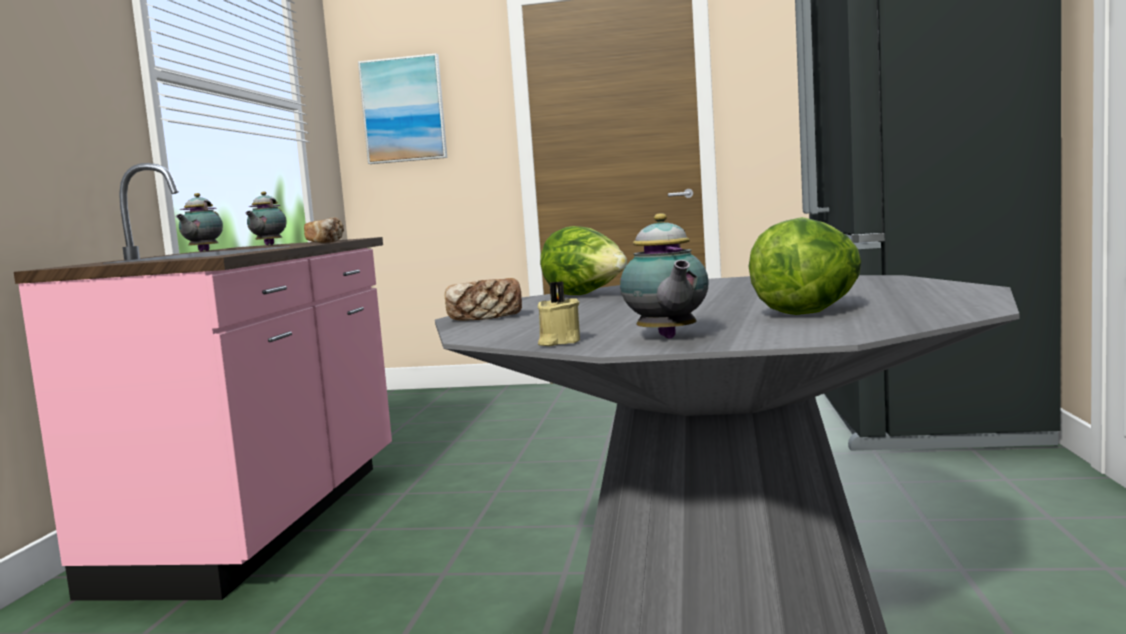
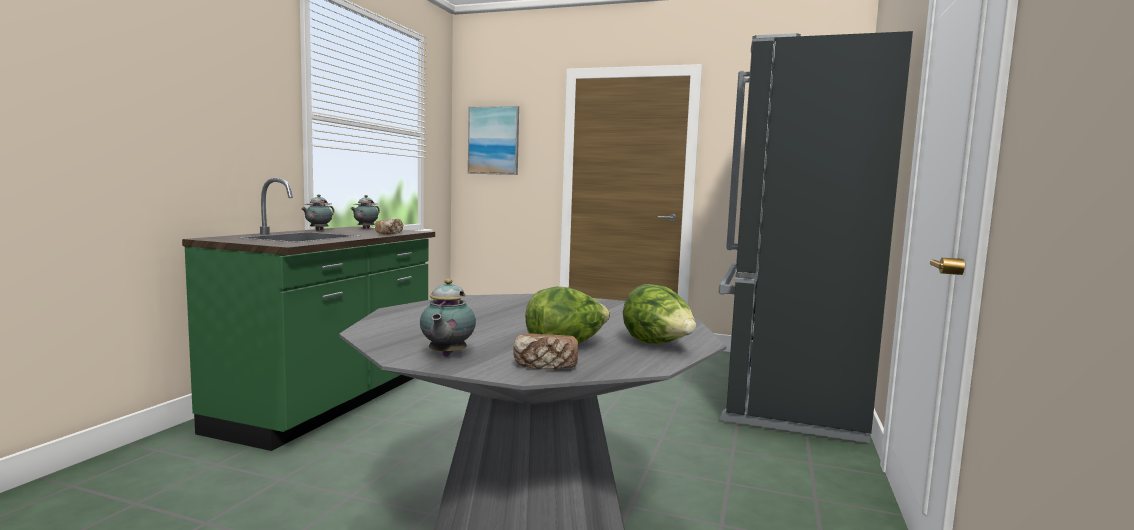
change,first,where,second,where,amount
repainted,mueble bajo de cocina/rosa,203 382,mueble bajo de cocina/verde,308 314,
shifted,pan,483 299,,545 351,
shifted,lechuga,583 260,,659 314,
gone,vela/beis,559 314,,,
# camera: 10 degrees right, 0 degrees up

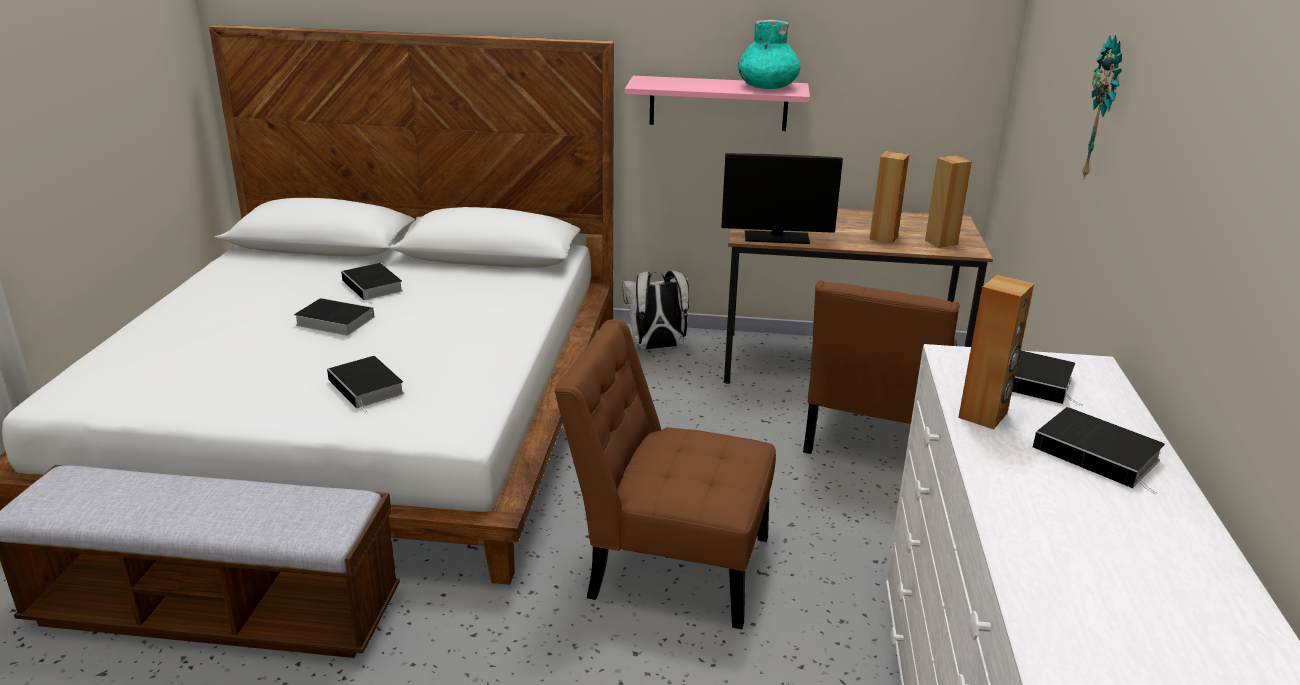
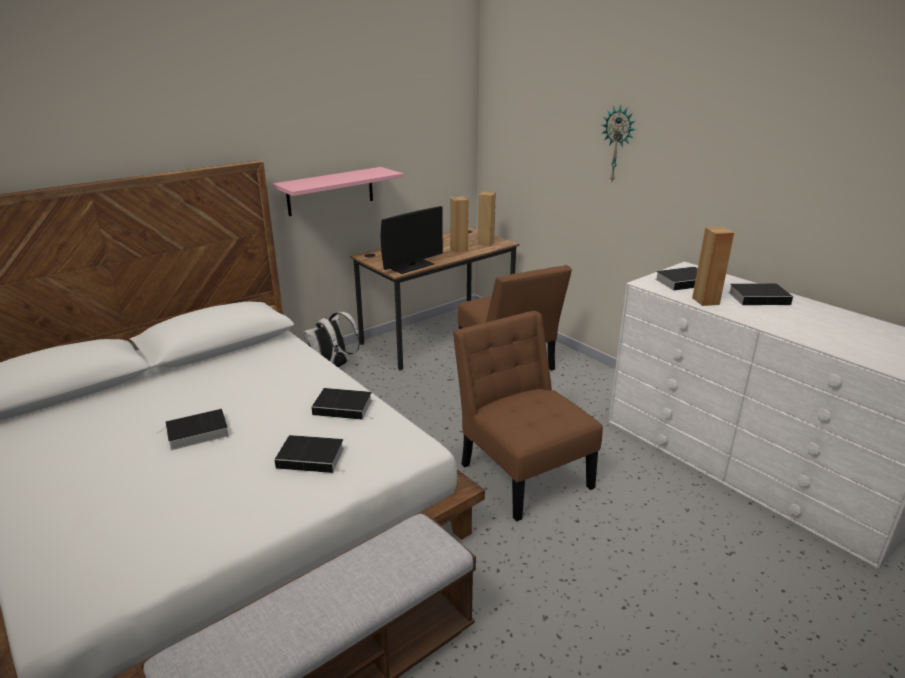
change,first,where,second,where,amount
shifted,libro,372 282,,341 404,
rotated,silla/marrón,665 474,,528 416,90 degrees clockwise
gone,florero/turquesa,769 54,,,
# camera: 45 degrees left, 0 degrees up

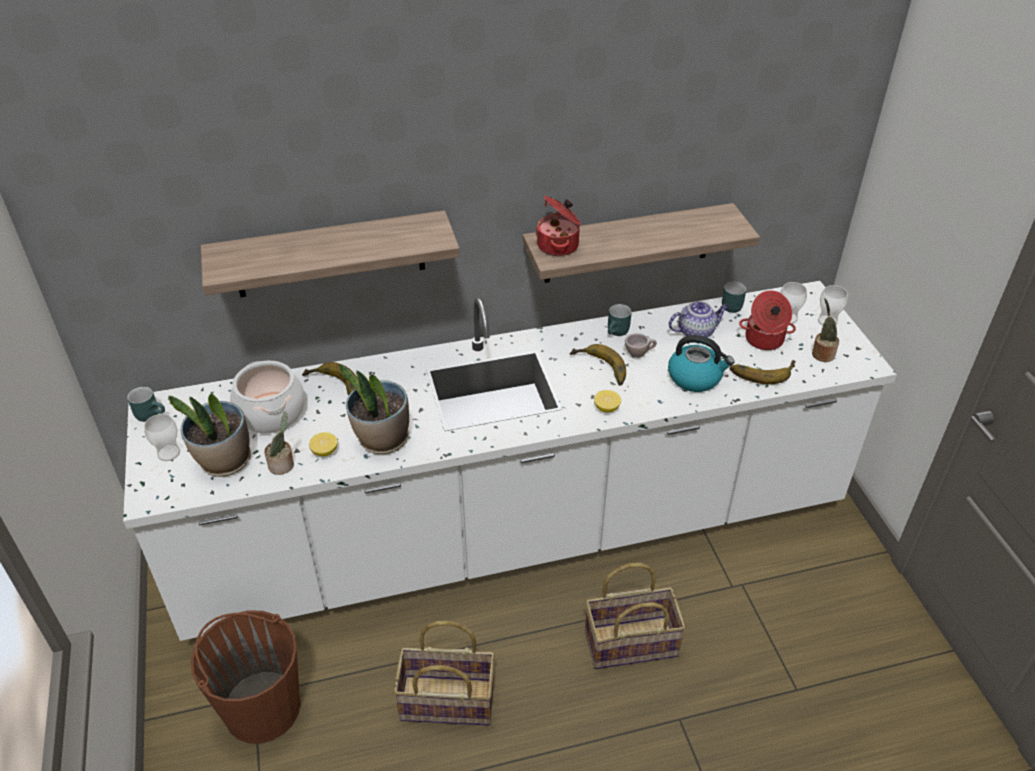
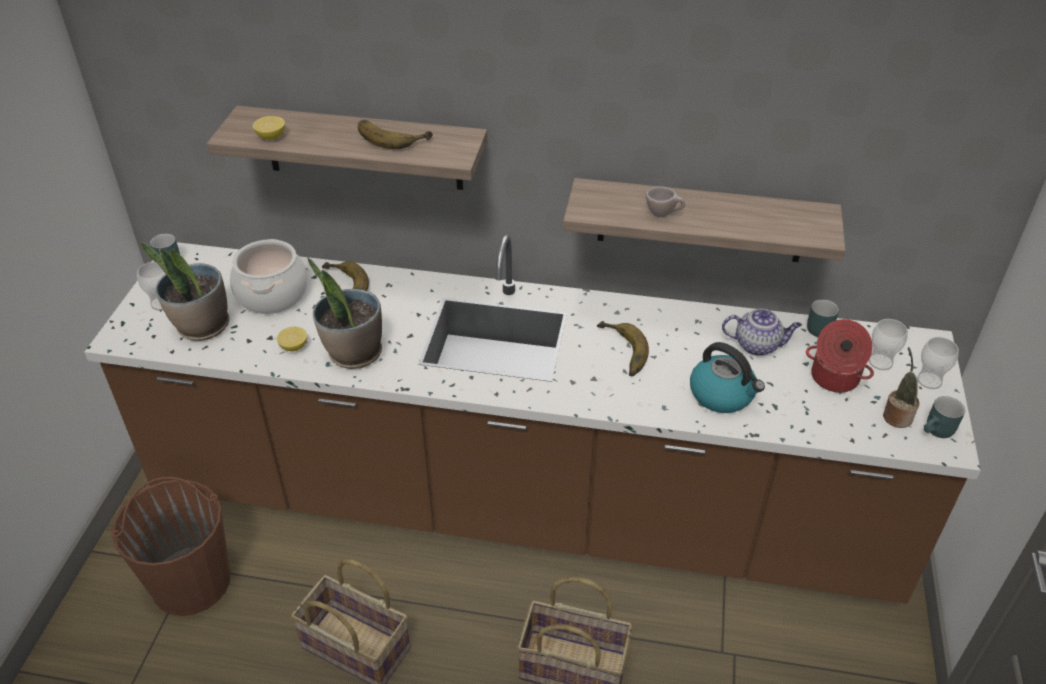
change,first,where,second,where,amount
repainted,mueble bajo de cocina/blanco,510 461,mueble bajo de cocina/marrón,532 419,
shifted,limón,607 401,,269 128,
shifted,plátano,763 372,,395 134,
shifted,taza/beis,641 345,,665 202,
shifted,taza grande/turquesa,620 320,,944 417,
gone,planta en maceta,279 443,,,
gone,olla,558 226,,,
# camera: 25 degrees right, 0 degrees up

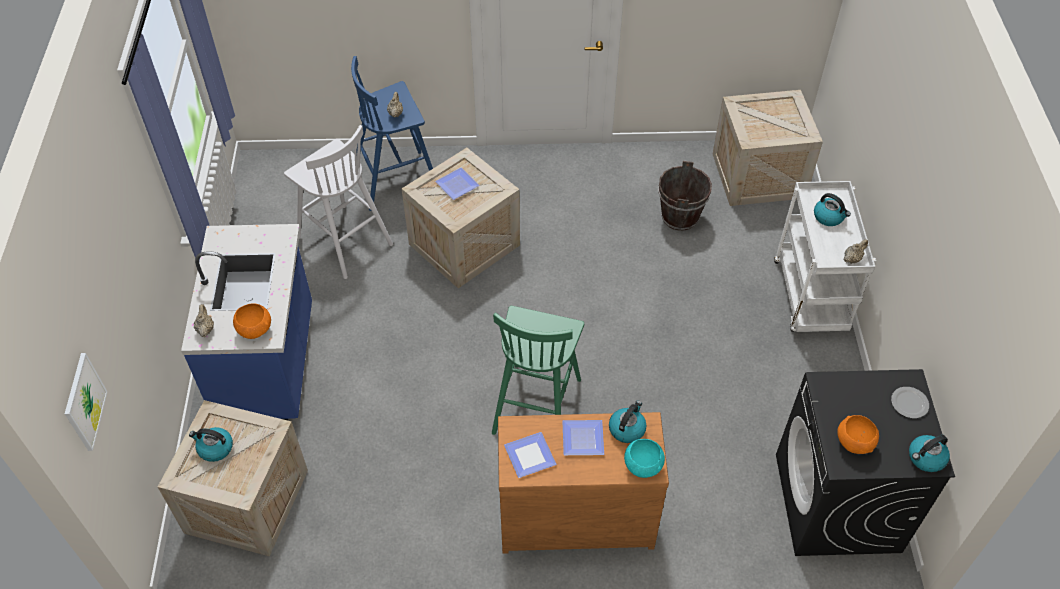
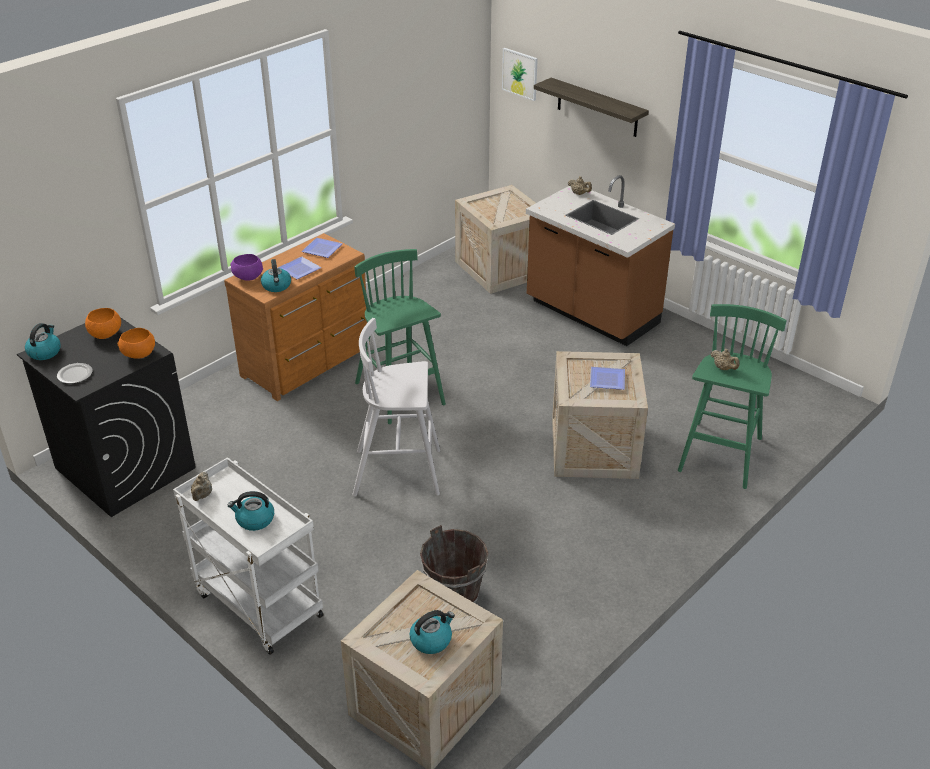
change,first,where,second,where,amount
shifted,cuenco/naranja,252 321,,136 343,
repainted,cuenco/turquesa,644 458,cuenco/morado,247 267,
shifted,taburete/blanco,338 202,,396 407,
shifted,hervidor,211 444,,432 632,
repainted,mueble bajo de cocina/azul,246 322,mueble bajo de cocina/marrón,600 260,
new,,,estante,591 107,
repainted,taburete/azul,392 133,taburete/verde,732 396,
# camera: 135 degrees right, 15 degrees down

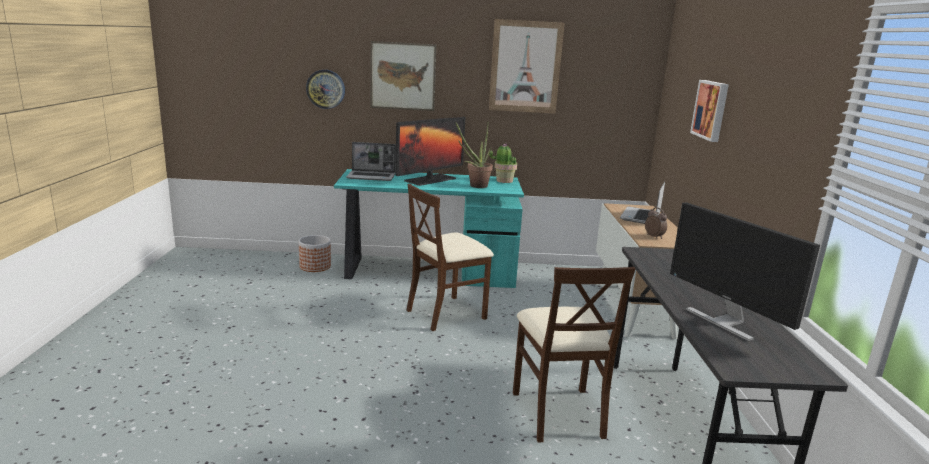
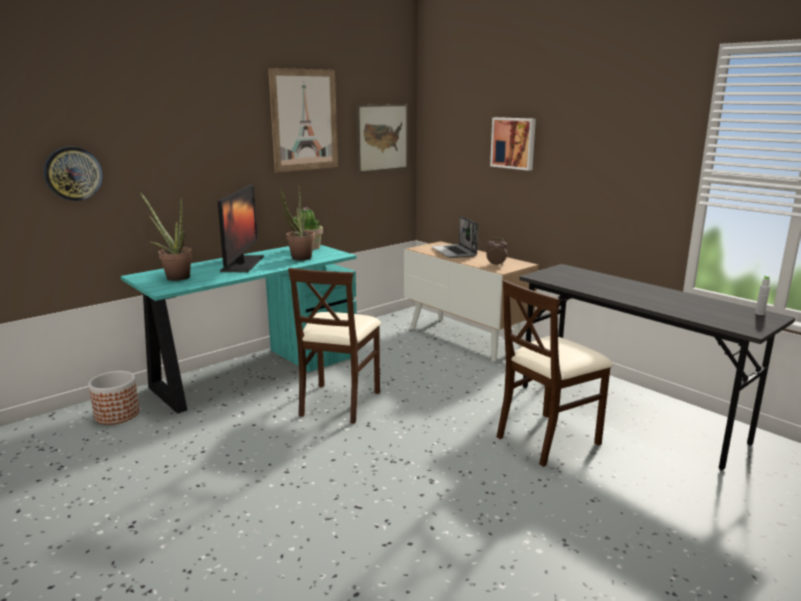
change,first,where,second,where,amount
swapped,portátil,371 161,planta en maceta,166 237,
shifted,cuadro,403 76,,382 138,
rotated,silla/beis,574 355,,555 373,105 degrees clockwise
new,,,botella/gris,762 295,
gone,monitor,745 272,,,
# camera: 40 degrees left, 0 degrees up

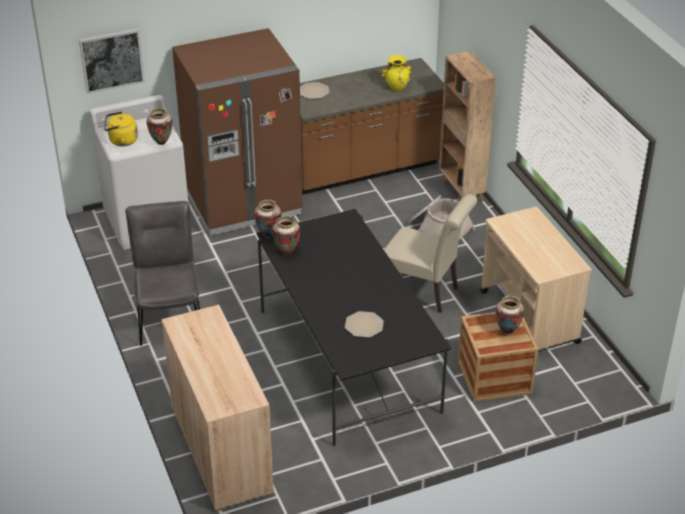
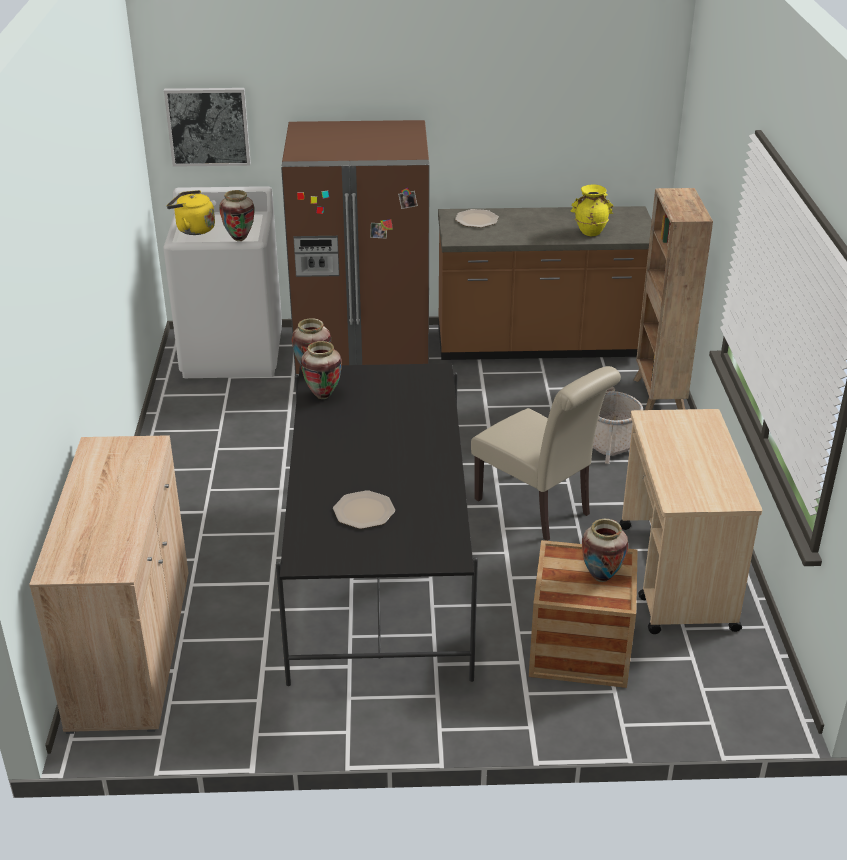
change,first,where,second,where,amount
gone,silla/gris,162 273,,,
# camera: 20 degrees right, 5 degrees down

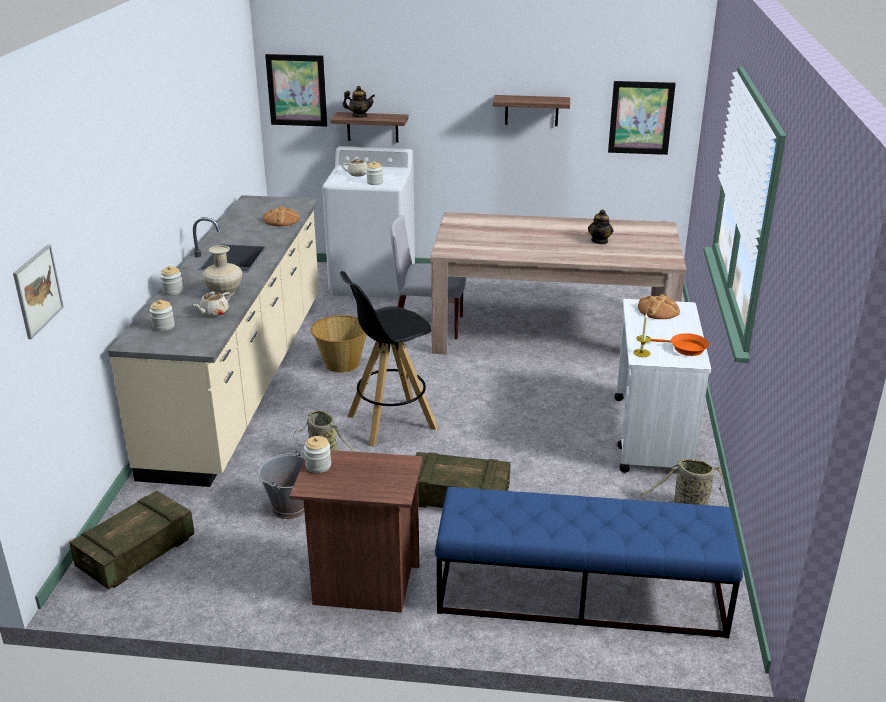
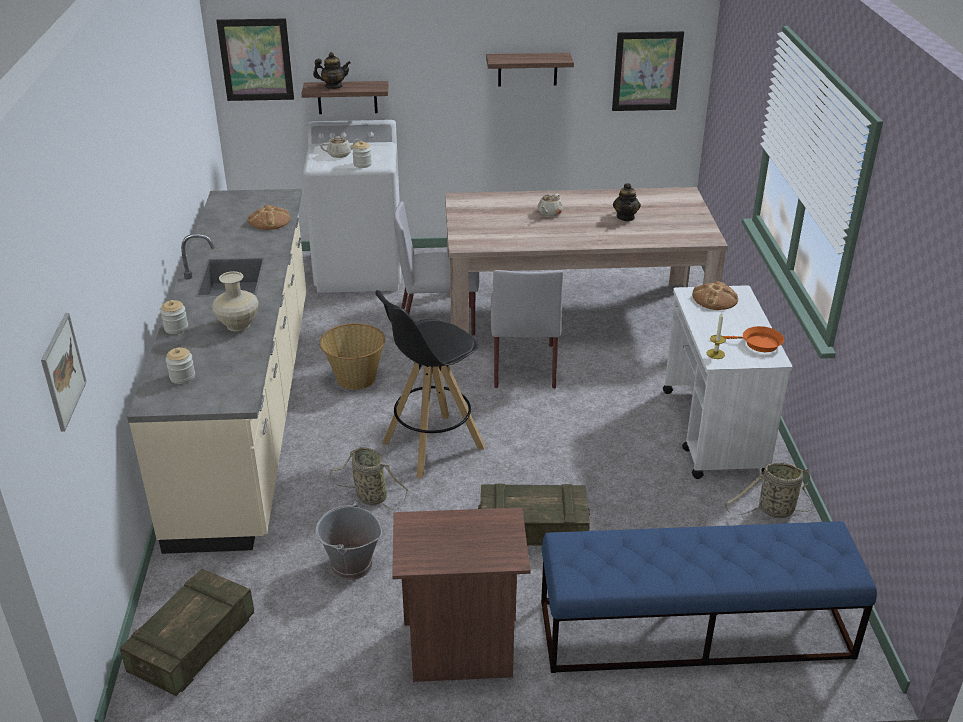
change,first,where,second,where,amount
new,,,silla/gris,527 329,
shifted,tetera/beis,212 304,,550 205,
gone,tarro,317 454,,,
# camera: 10 degrees left, 5 degrees up

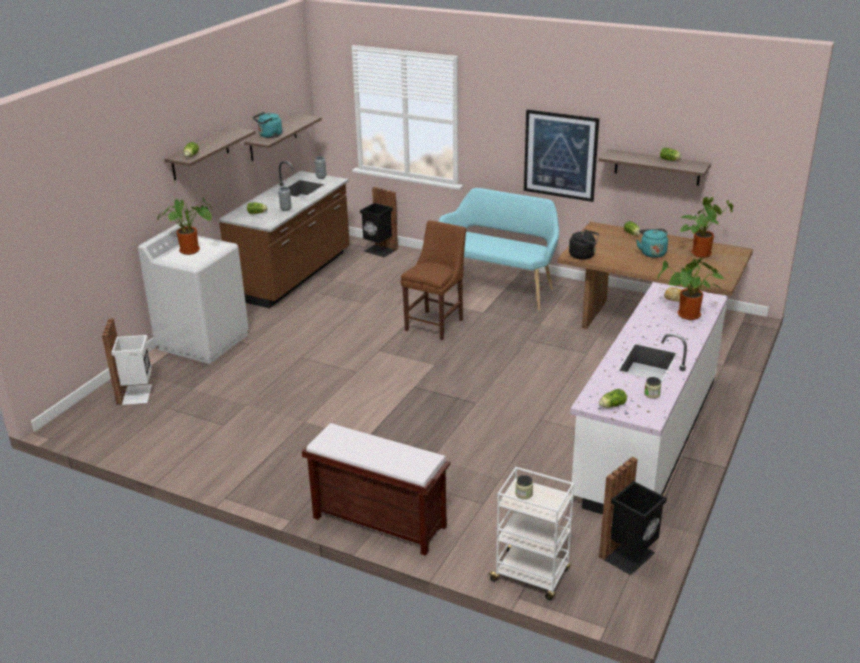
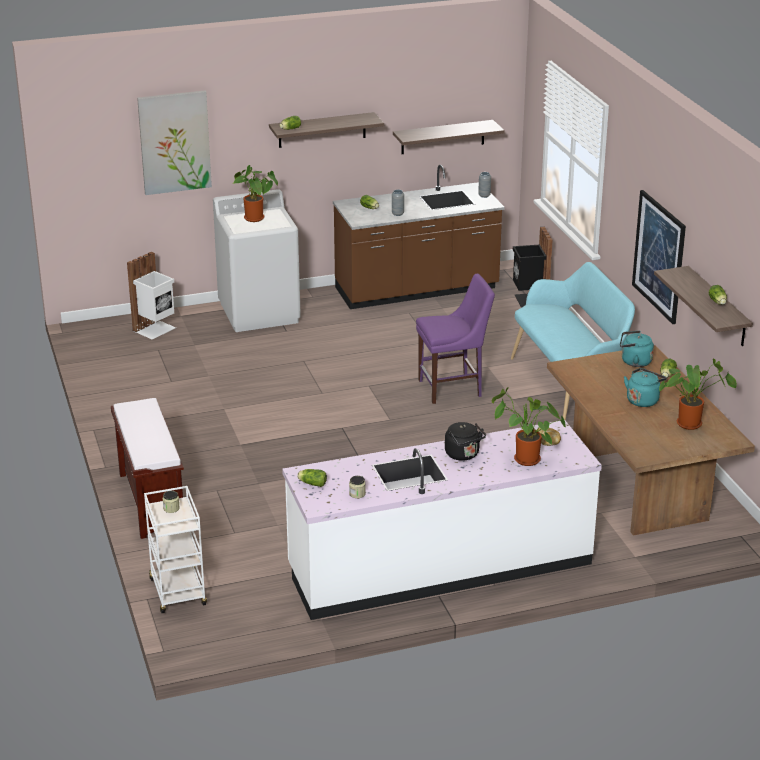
change,first,where,second,where,amount
new,,,cuadro,174 143,
repainted,silla/marrón,433 280,silla/morado,455 339,
shifted,hervidor/negro,584 244,,465 441,
shifted,hervidor/turquesa,267 125,,637 349,
gone,papelera/negro,633 516,,,
# camera: 45 degrees right, 0 degrees up

